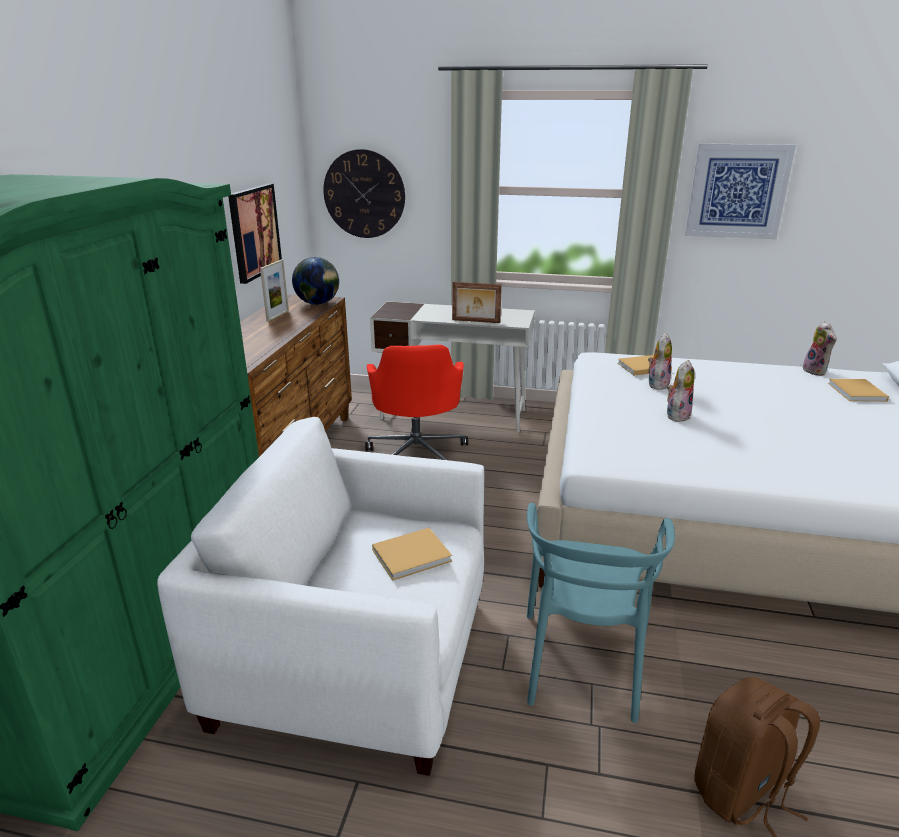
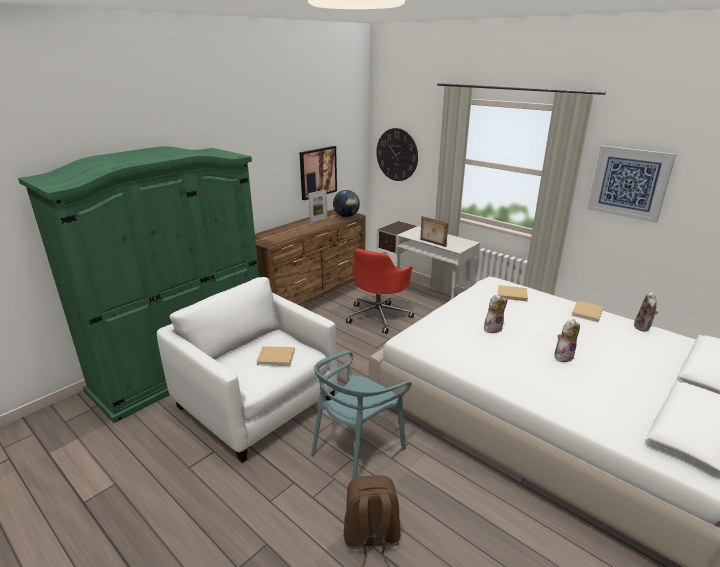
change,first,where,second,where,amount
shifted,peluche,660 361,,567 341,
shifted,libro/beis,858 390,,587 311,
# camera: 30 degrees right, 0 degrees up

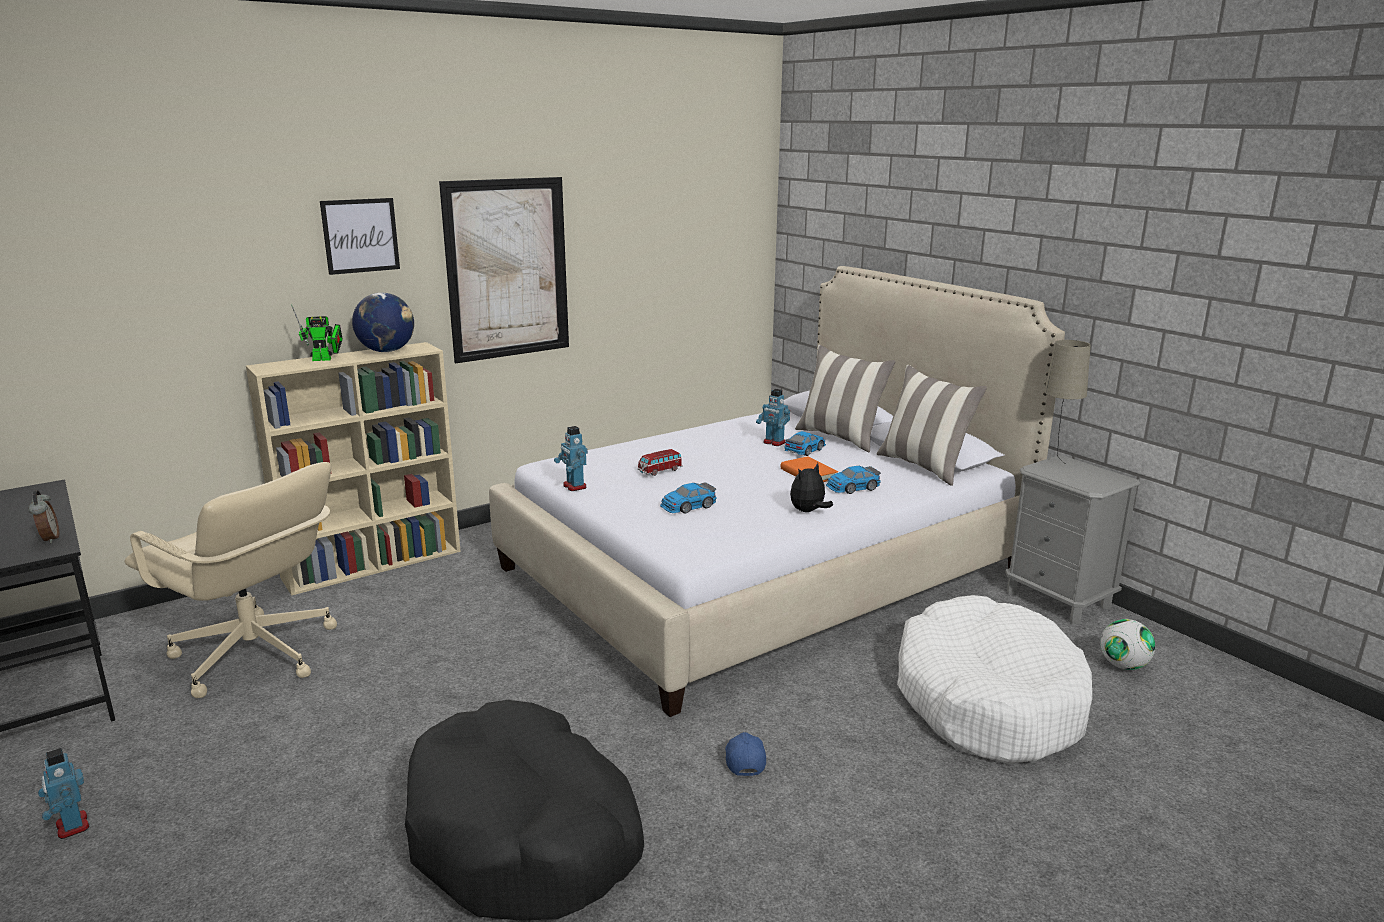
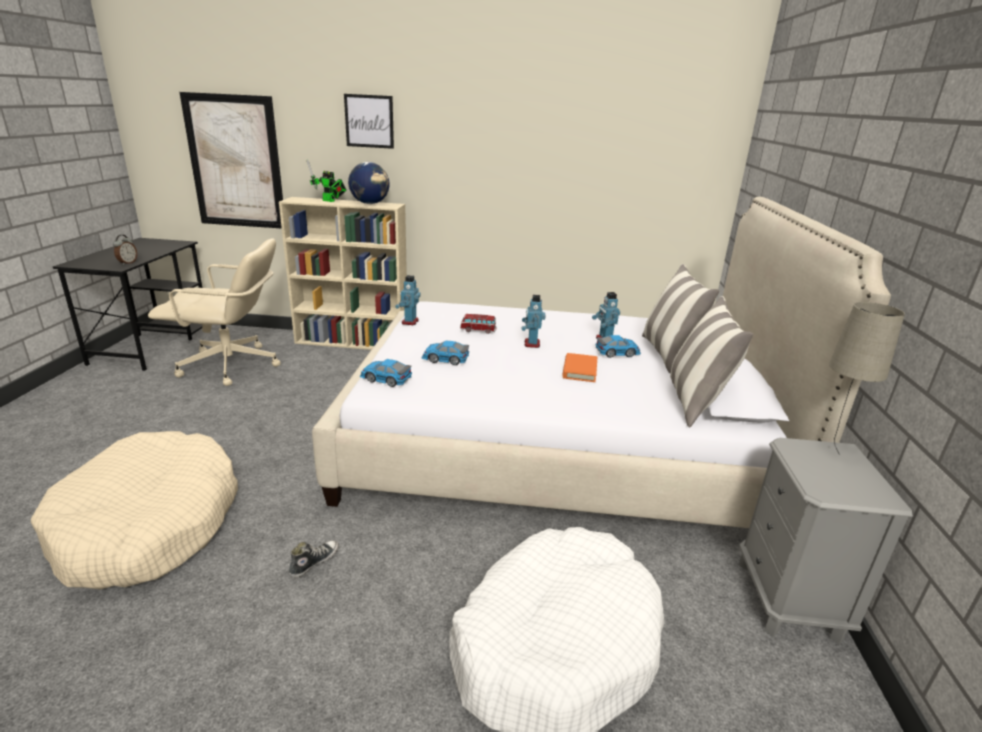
change,first,where,second,where,amount
repainted,cama para perro/negro,524 810,cama para perro/beis,134 510,
rotated,silla de oficina/beis,230 580,,214 312,75 degrees counterclockwise
shifted,cuadro,504 270,,231 160,
swapped,gorra/azul,745 754,zapato,314 559,
shifted,coche de juguete,853 480,,386 373,
shifted,robot de juguete,63 793,,533 321,
gone,peluche,811 487,,,
gone,balón de fútbol,1127 644,,,
# camera: 40 degrees right, 5 degrees up

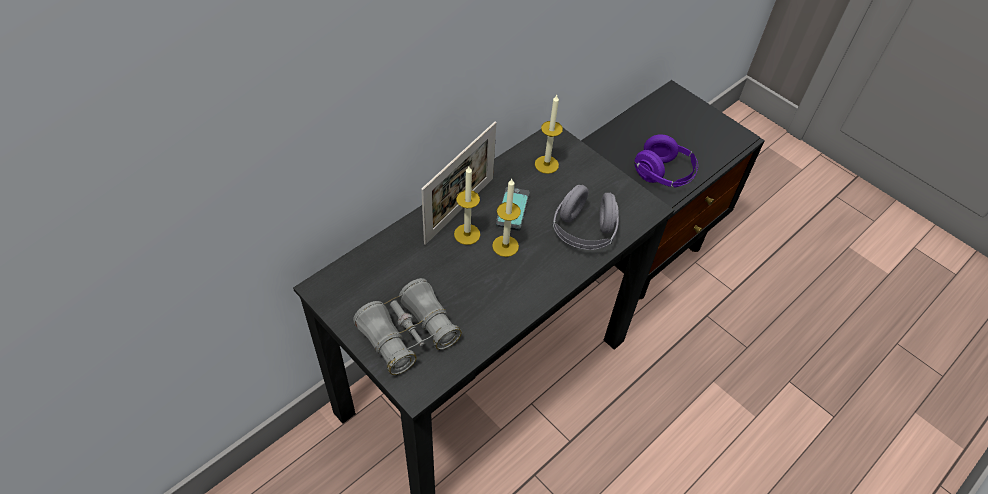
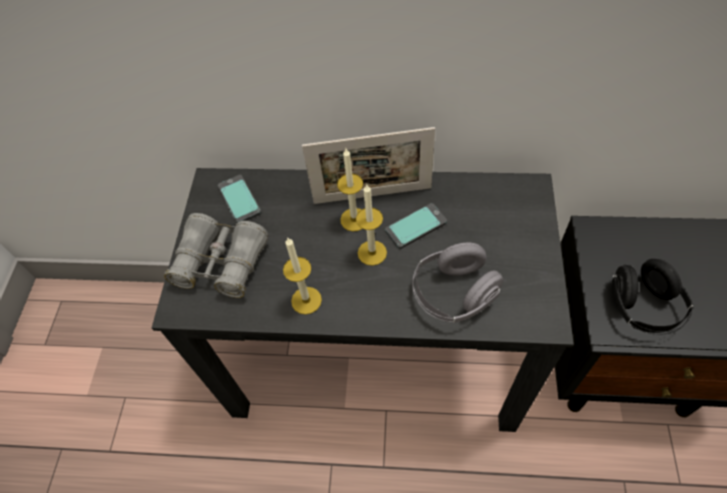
change,first,where,second,where,amount
new,,,móvil,240 199,
shifted,vela,549 134,,302 275,
repainted,auriculares/morado,666 161,auriculares/negro,652 297,
# camera: 55 degrees right, 5 degrees up

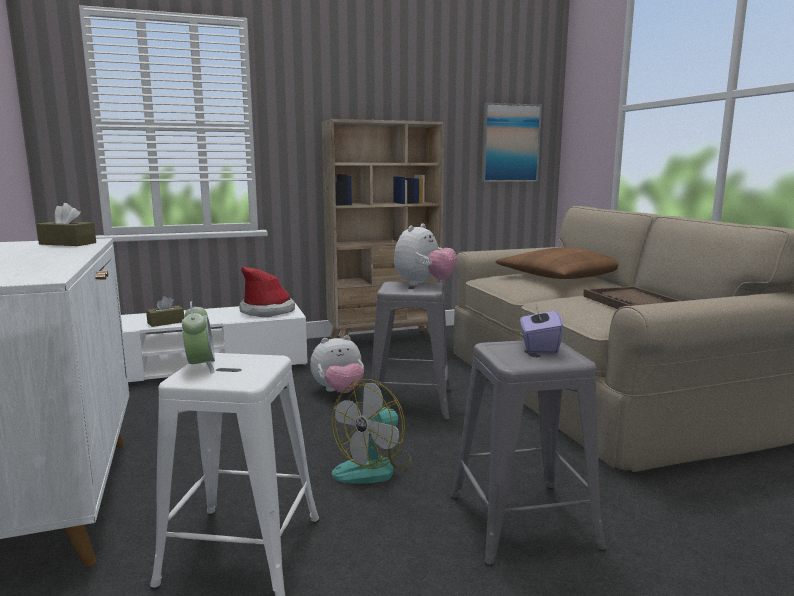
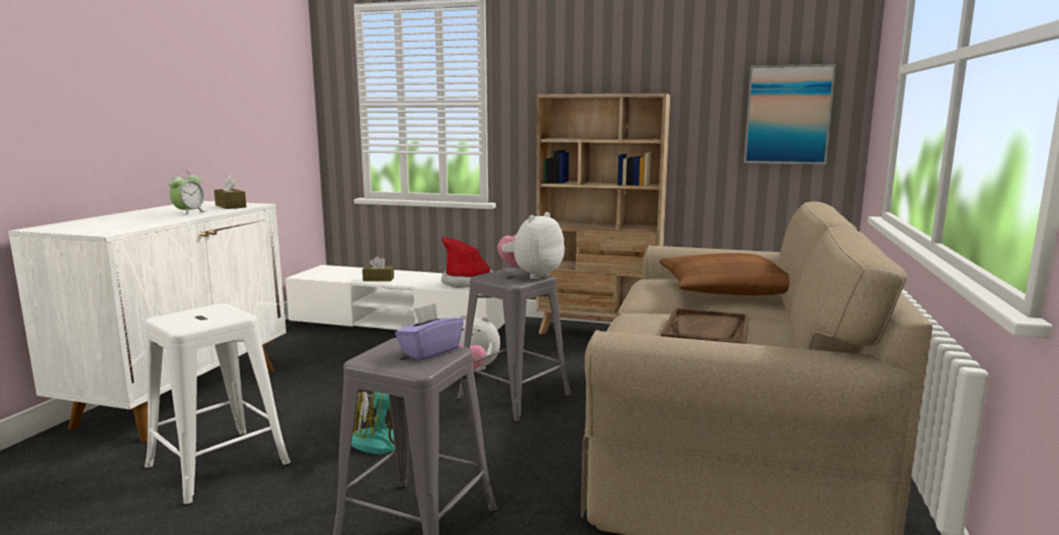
change,first,where,second,where,amount
shifted,despertador,198 337,,187 192,
rotated,peluche,425 254,,531 245,150 degrees clockwise
# camera: 35 degrees right, 0 degrees up

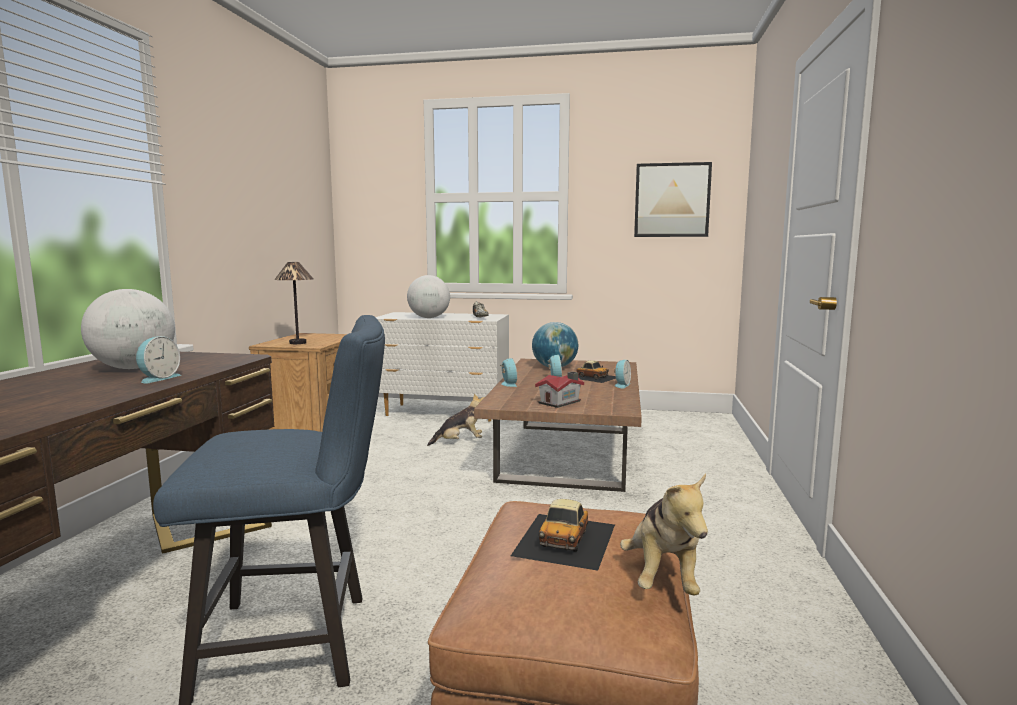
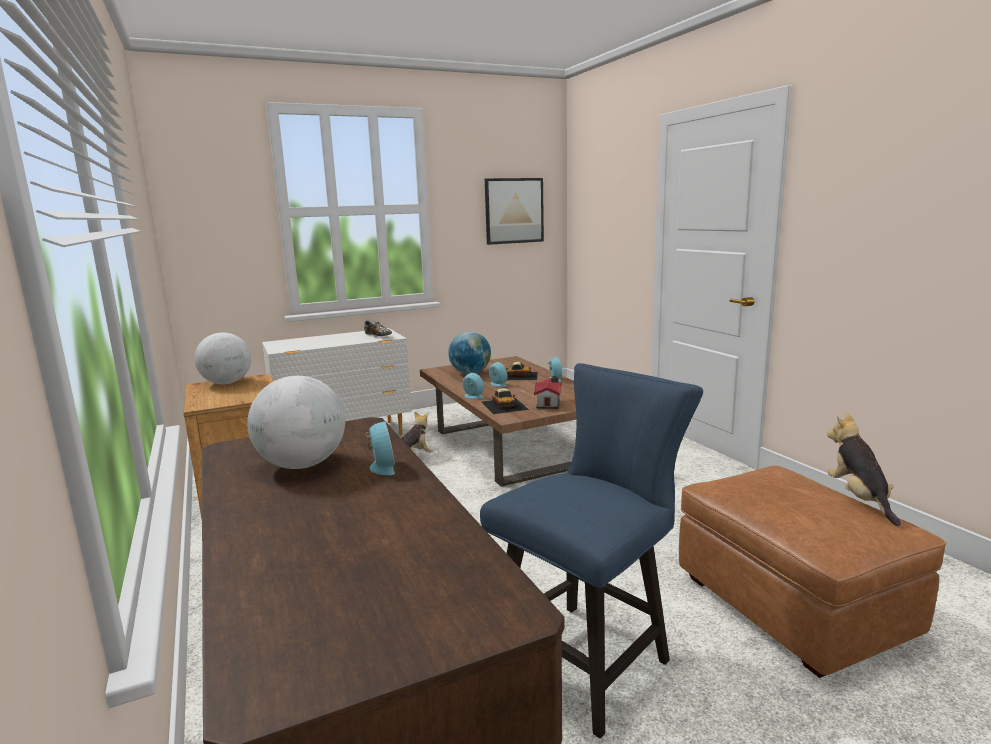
change,first,where,second,where,amount
shifted,globo terráqueo,428 296,,223 358,
shifted,coche de juguete,563 535,,505 401,
rotated,peluche,664 535,,864 469,150 degrees counterclockwise
gone,lámpara de mesa,293 303,,,
# camera: 35 degrees left, 5 degrees up

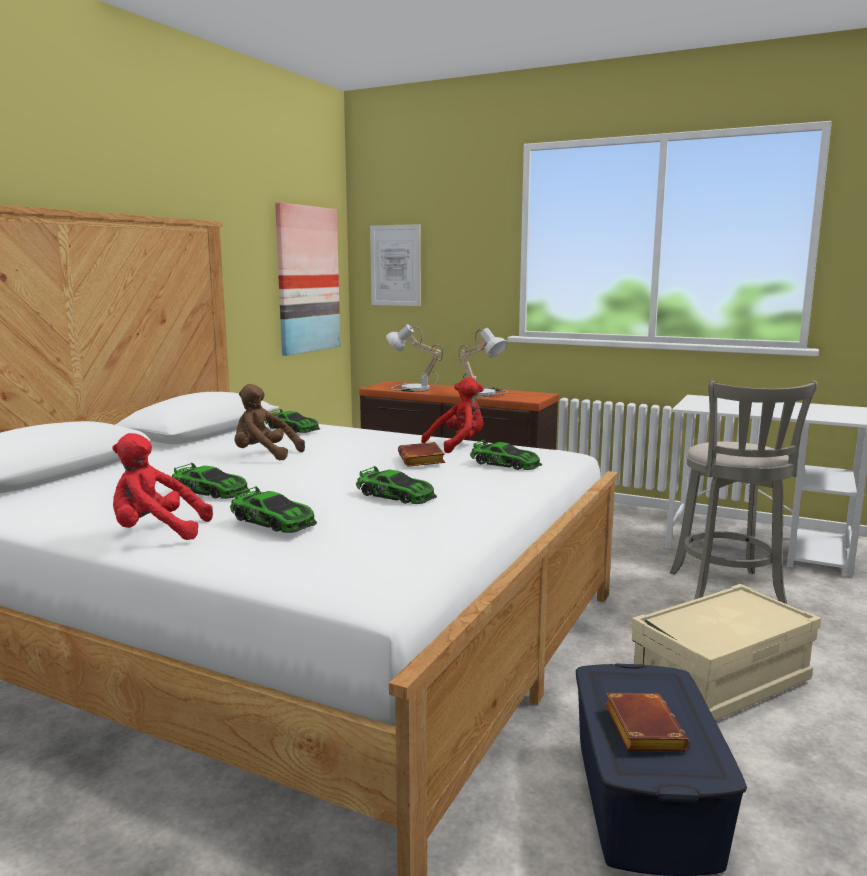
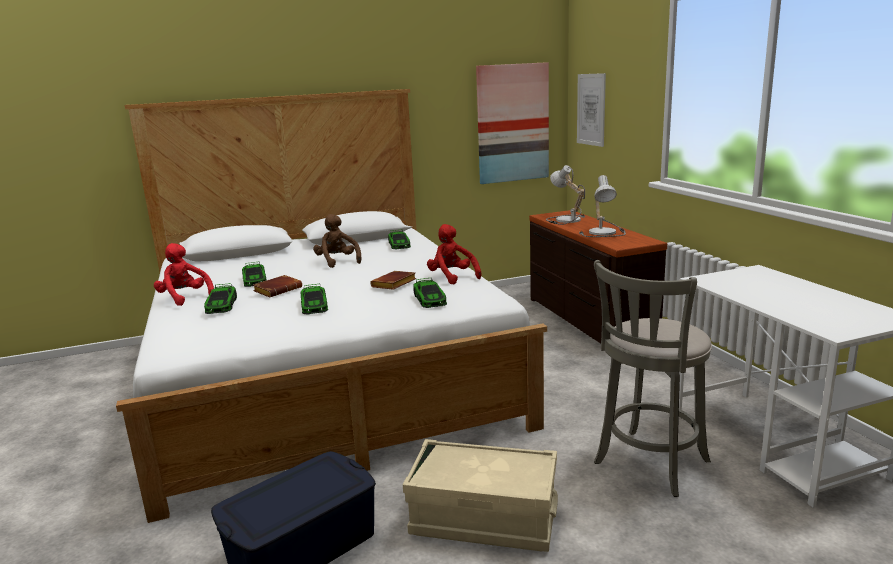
change,first,where,second,where,amount
shifted,libro/marrón,647 722,,277 286,
rotated,peluche/rojo,452 415,,454 254,135 degrees counterclockwise
# camera: 45 degrees right, 5 degrees up

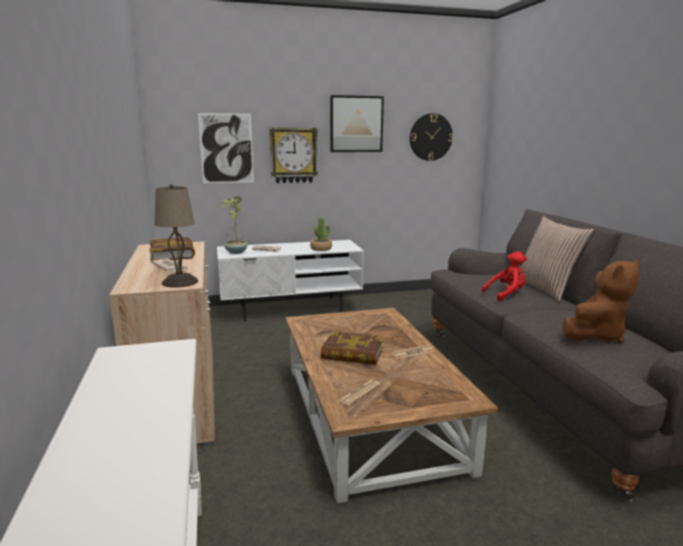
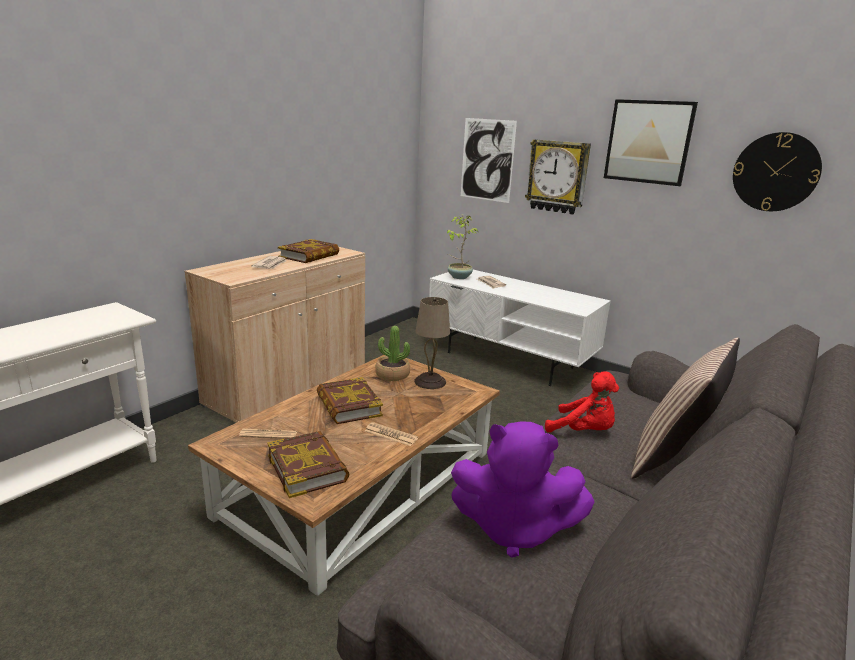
change,first,where,second,where,amount
new,,,libro,308 464,
shifted,planta en maceta,321 233,,392 353,
shifted,lámpara de mesa/beis,176 236,,432 343,
repainted,peluche/marrón,601 301,peluche/morado,522 489,
# camera: 50 degrees right, 5 degrees up

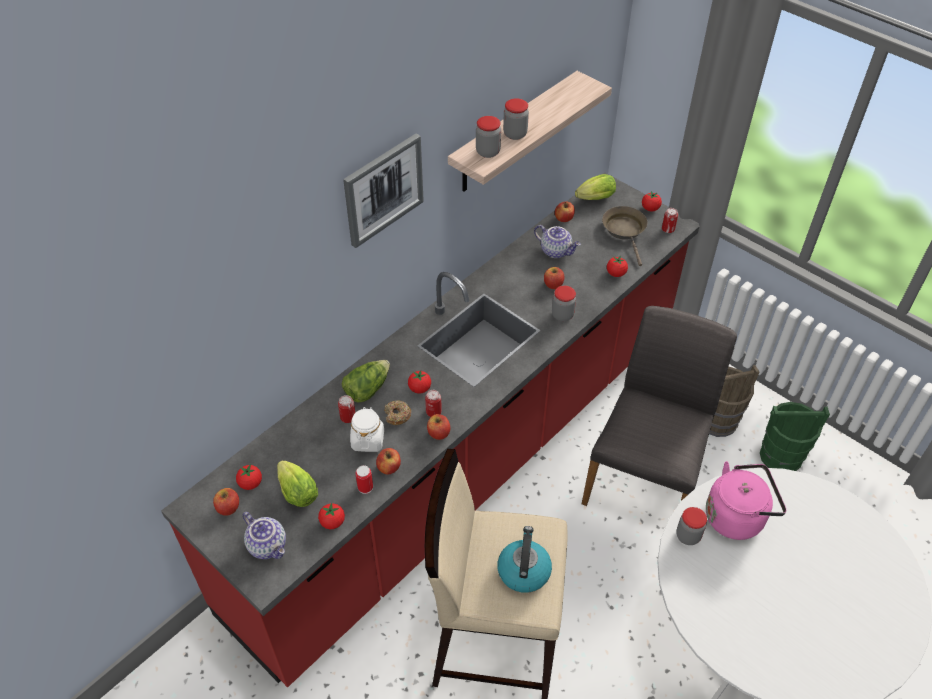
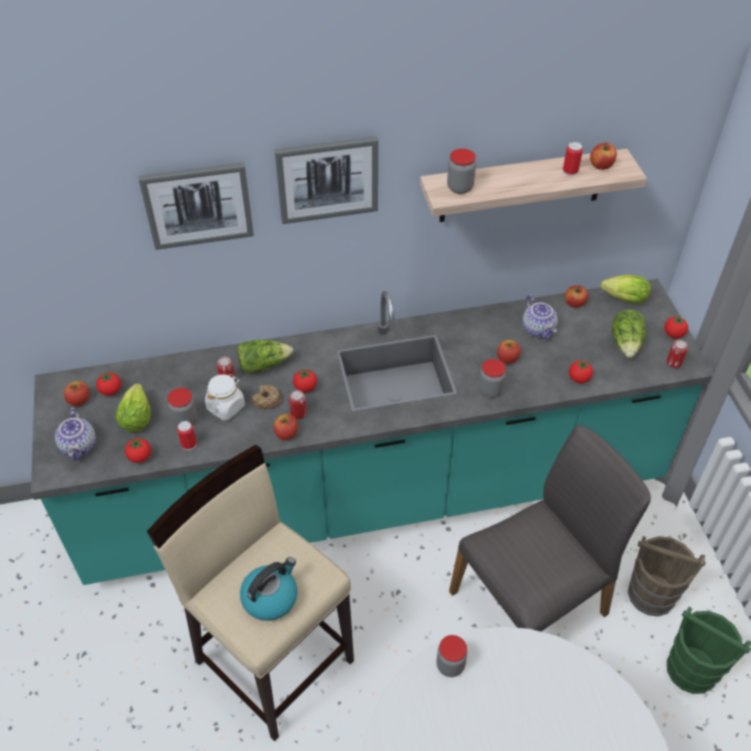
change,first,where,second,where,amount
repainted,mueble bajo de cocina/rojo,430 429,mueble bajo de cocina/turquesa,372 431,
new,,,cuadro,196 206,
shifted,tarro,516 119,,182 407,
new,,,lata,573 159,
shifted,manzana,388 461,,603 156,
swapped,sartén/marrón,625 236,lechuga,629 333,
gone,hervidor/rosa,746 500,,,
# camera: 35 degrees right, 0 degrees up

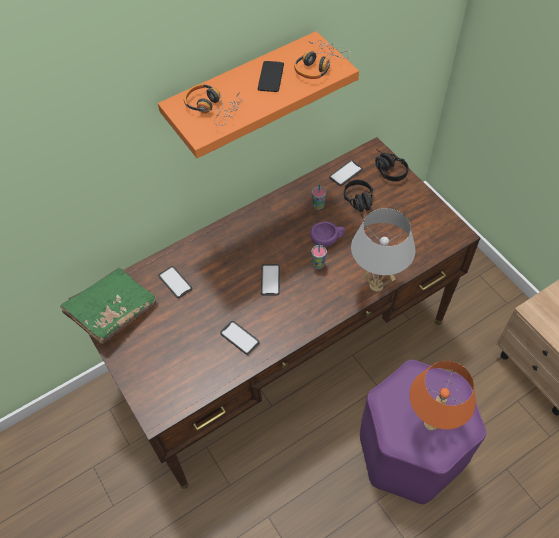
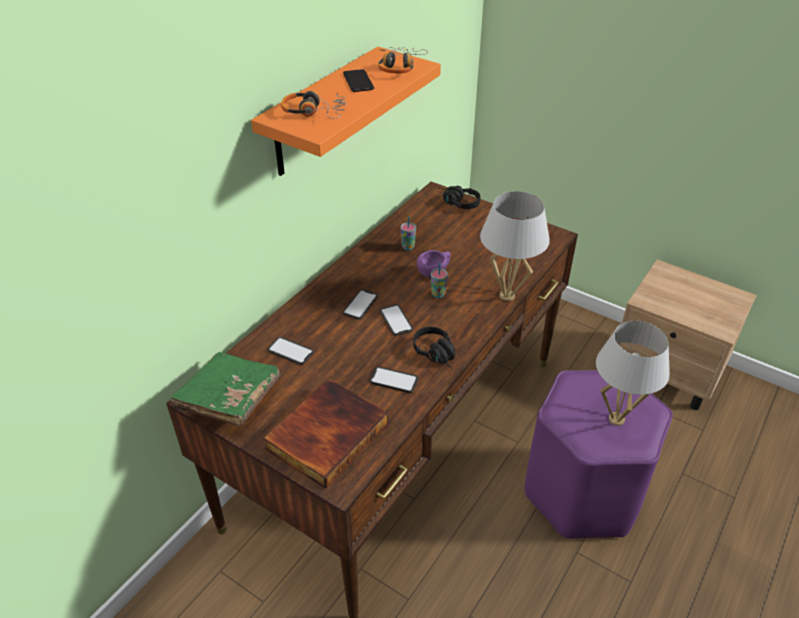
change,first,where,second,where,amount
new,,,libro,325 433,
shifted,móvil,346 173,,360 304,
shifted,auriculares/negro,358 199,,434 348,
repainted,lámpara de mesa/naranja,442 396,lámpara de mesa/blanco,633 373,
# camera: 25 degrees left, 15 degrees down

